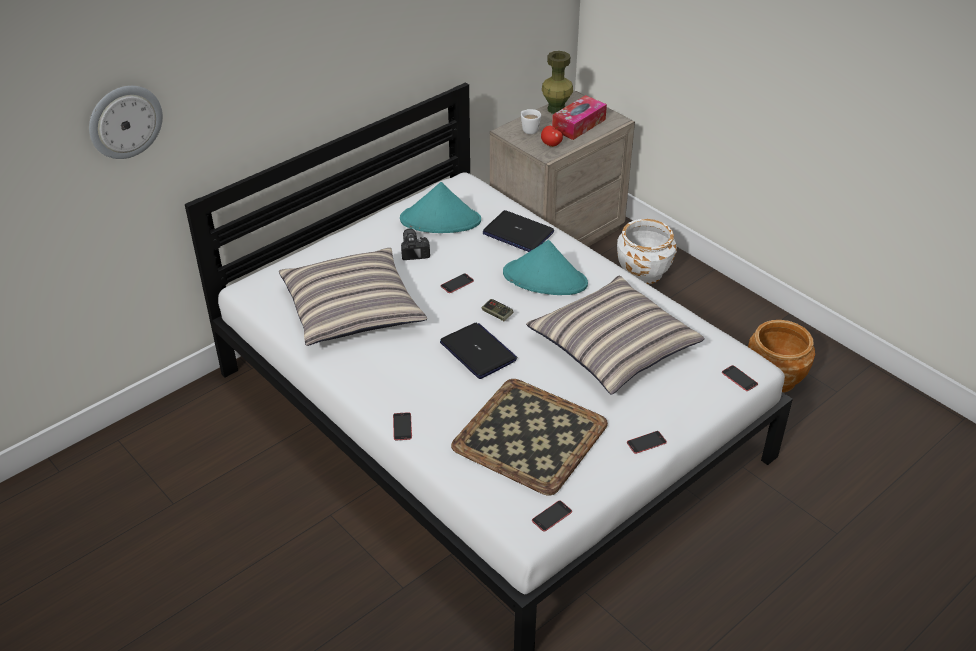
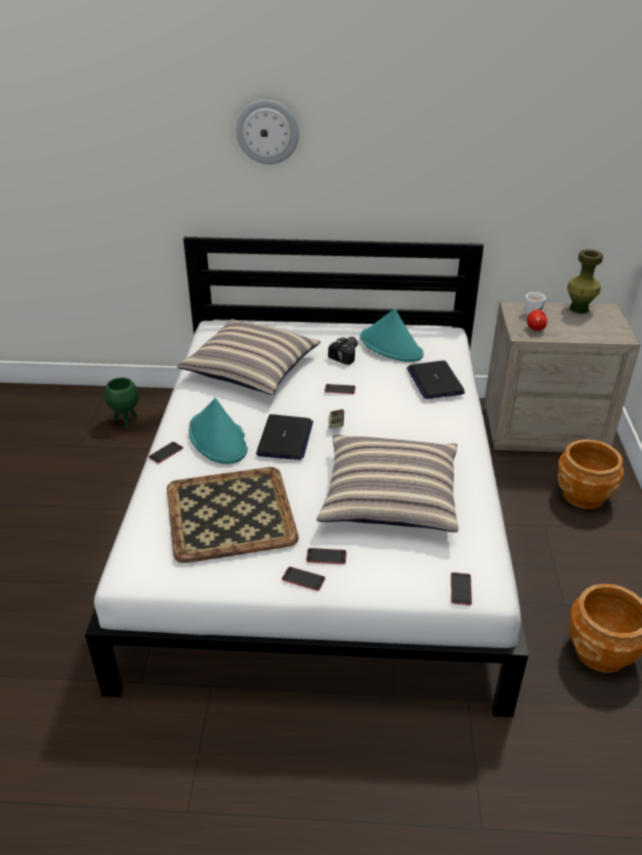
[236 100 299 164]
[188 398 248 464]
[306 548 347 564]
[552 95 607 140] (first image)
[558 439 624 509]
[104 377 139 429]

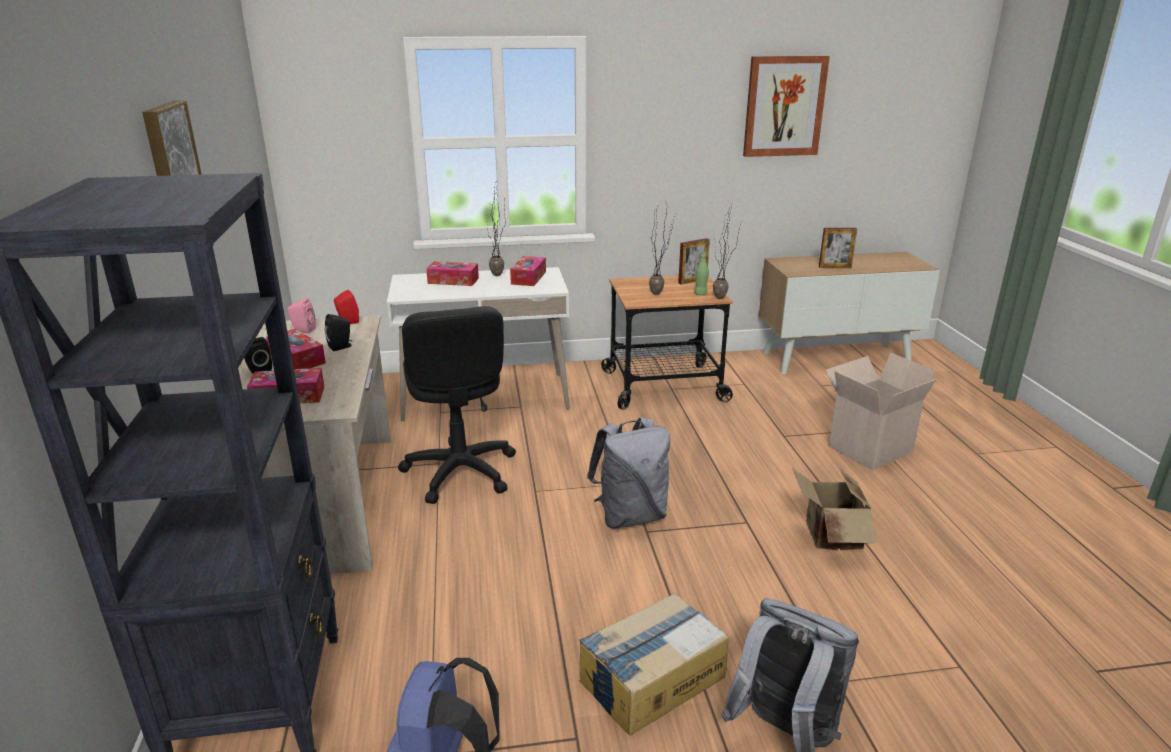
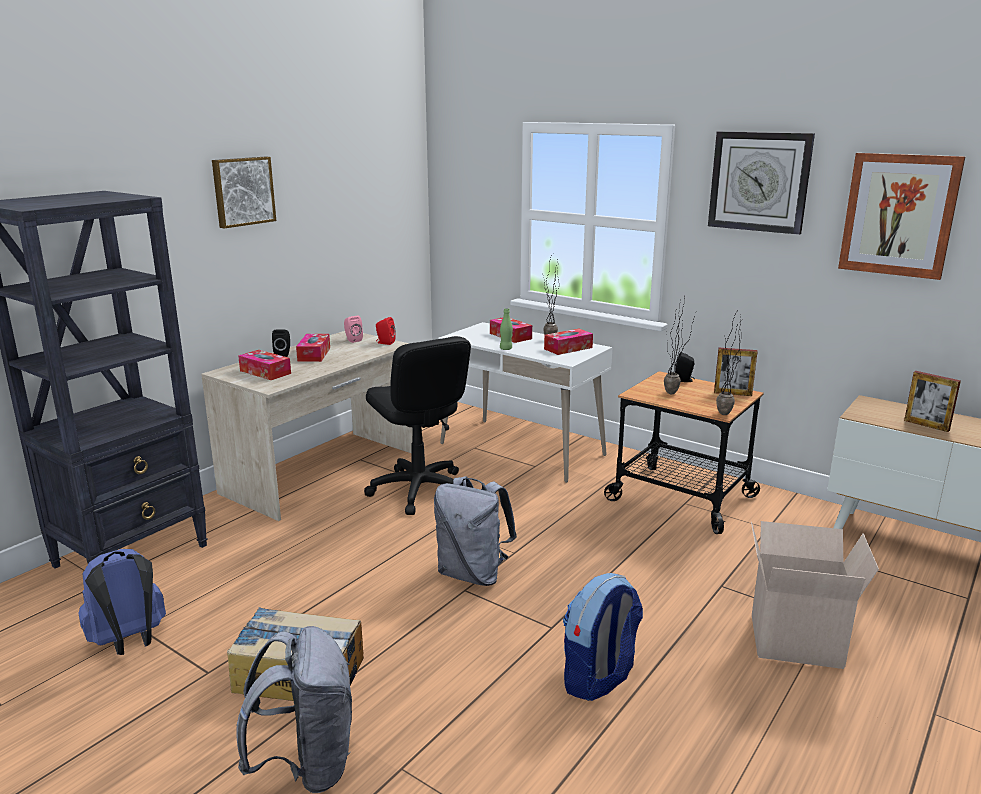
[675 352 695 382]
[364 336 471 515]
[500 308 513 350]
[563 573 643 701]
[708 131 815 235]

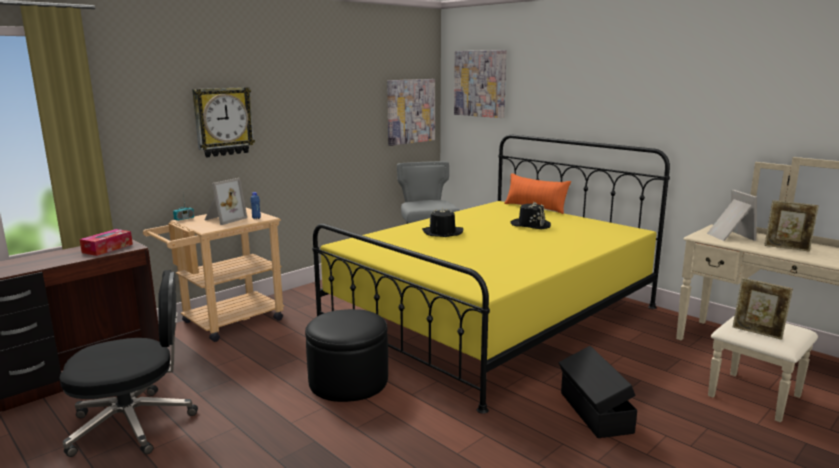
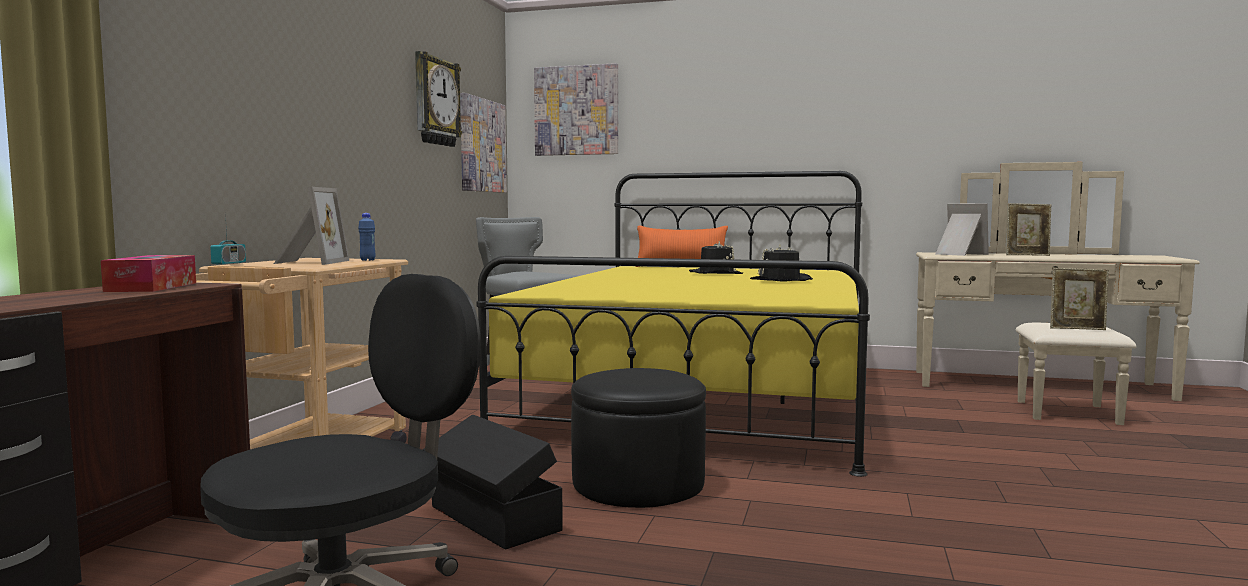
[415 51 462 147]
[750 245 813 282]
[423 414 563 549]

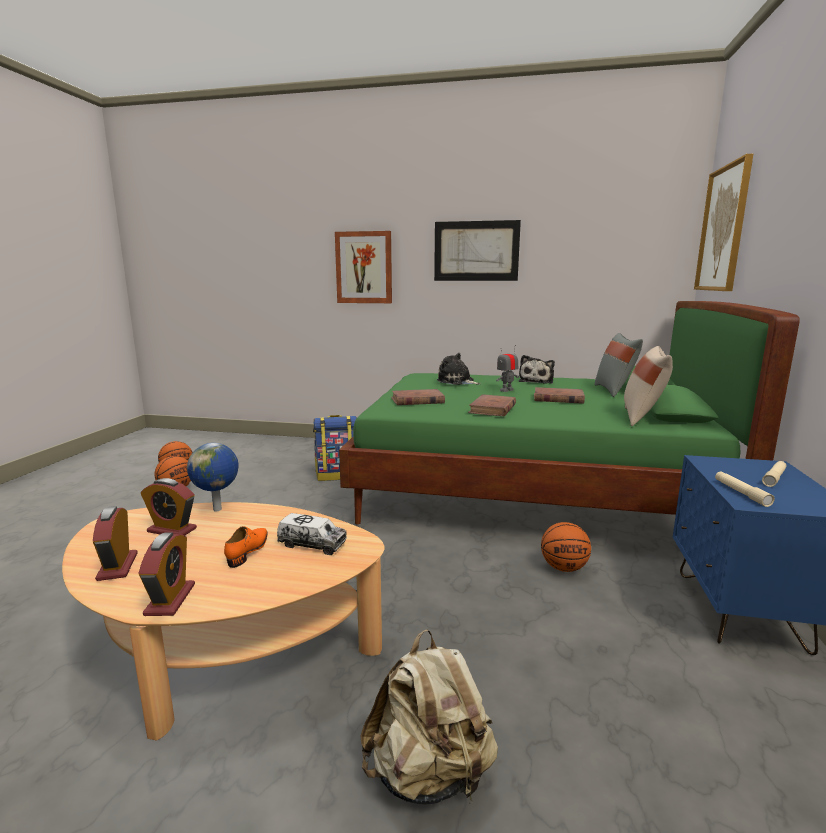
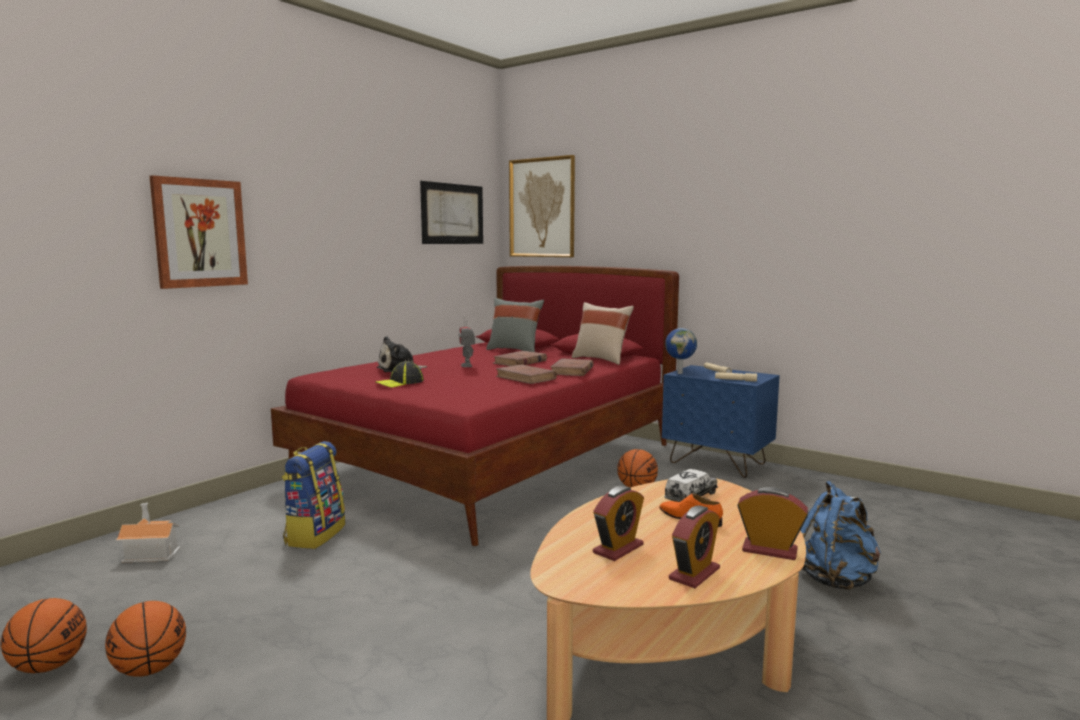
[669 505 720 588]
[665 328 697 374]
[271 266 679 546]
[800 481 881 590]
[550 359 594 376]
[420 181 483 244]
[519 355 555 384] (first image)
[116 503 180 562]
[375 361 424 388]

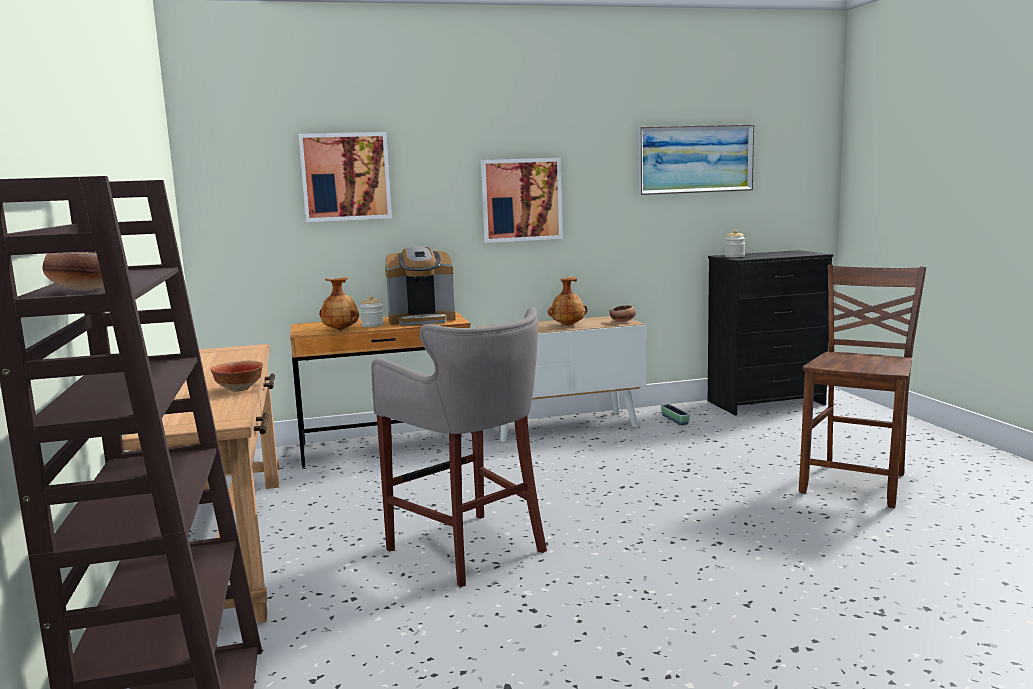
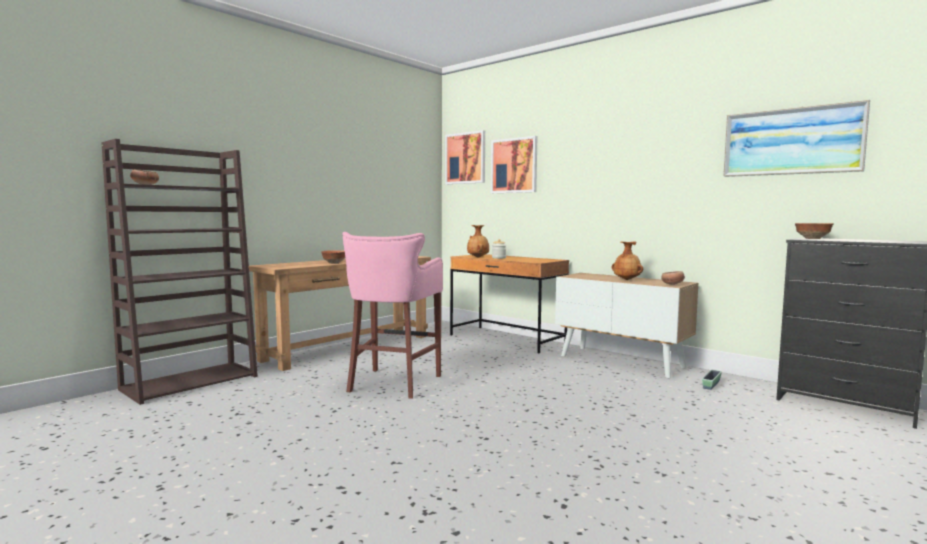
[342 232 443 399]
[385 246 456 326] (first image)
[445 130 485 184]
[795 223 834 239]
[799 265 926 508] (first image)

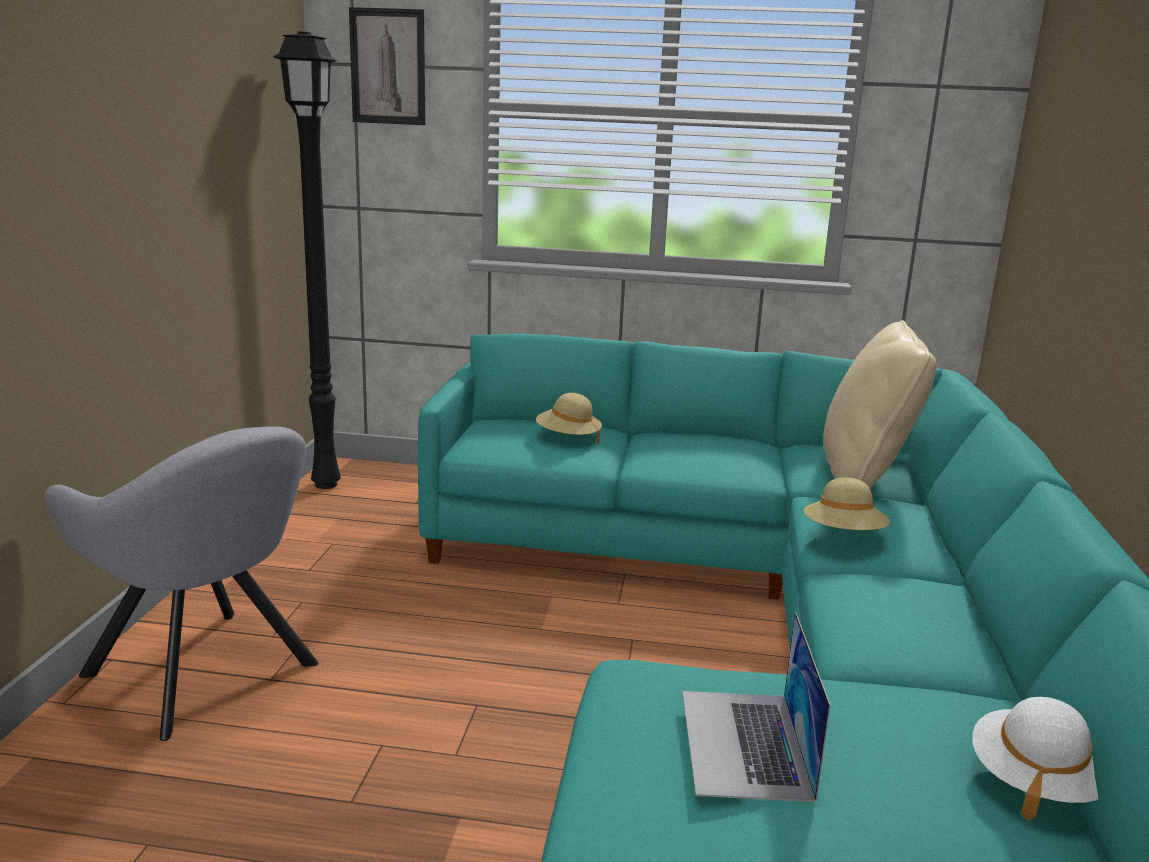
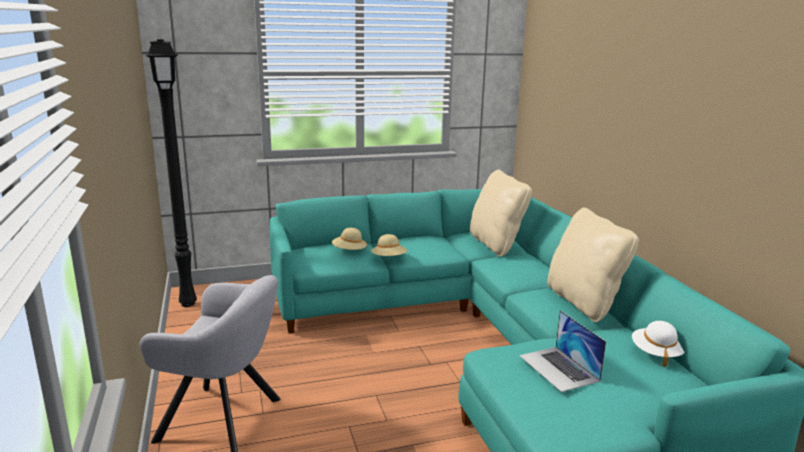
[349 7 425 125] (first image)
[371 234 407 256]
[547 208 639 322]

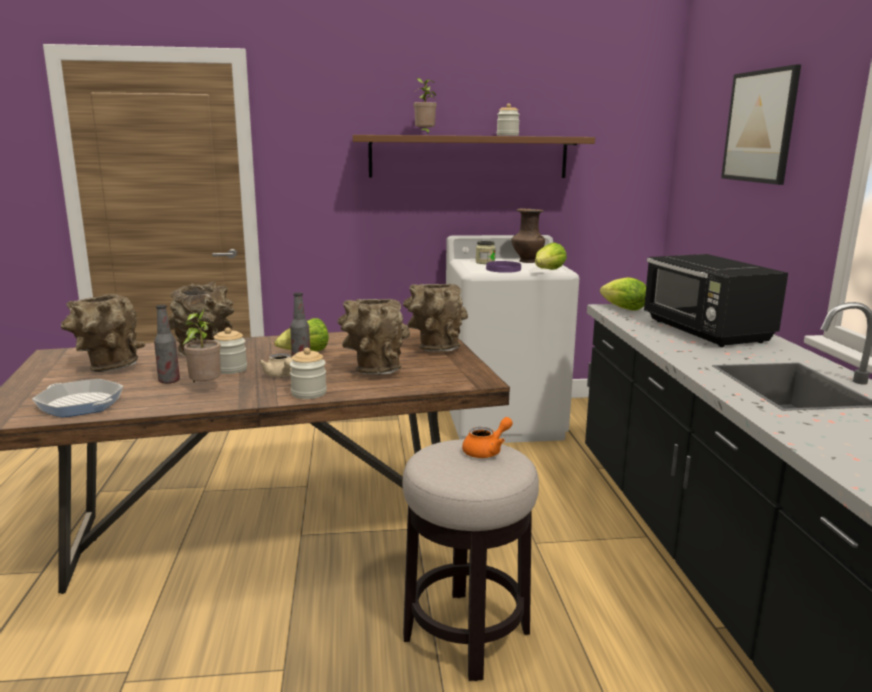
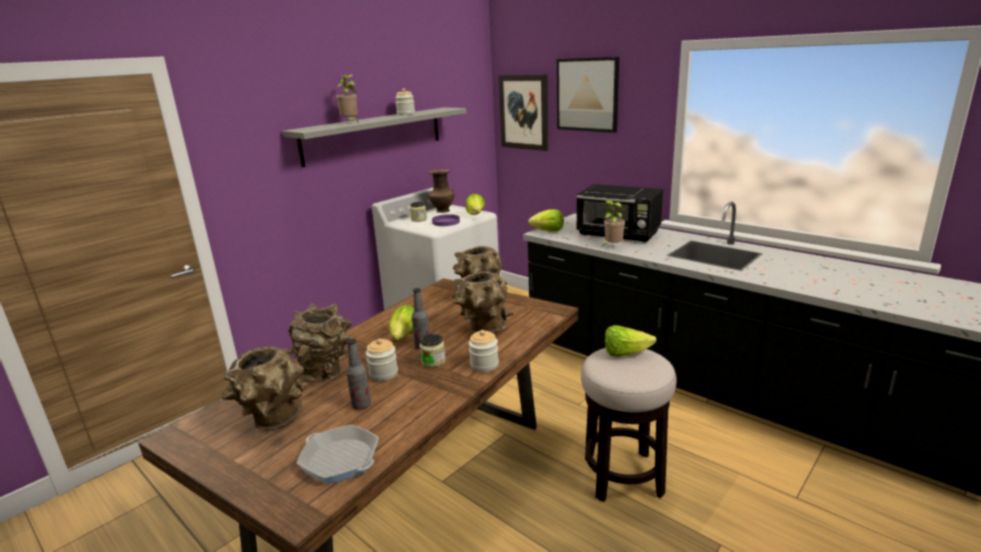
[296 425 379 484]
[600 200 625 247]
[420 334 446 367]
[282 107 466 167]
[605 325 657 357]
[498 74 548 151]

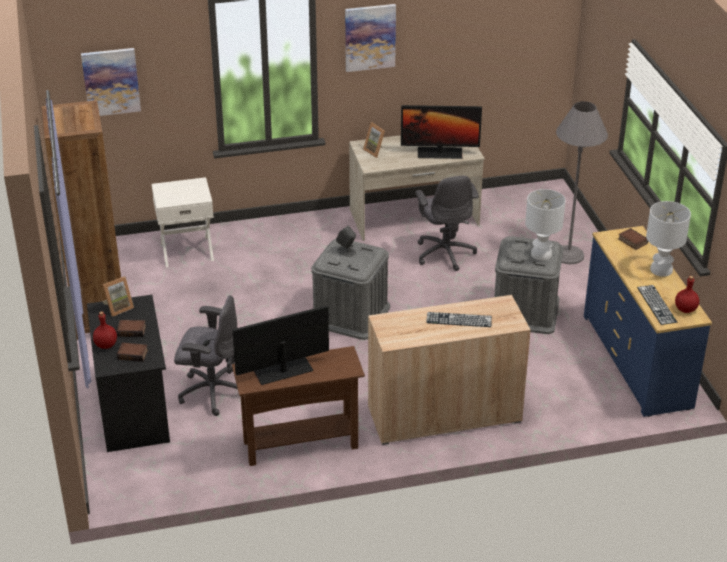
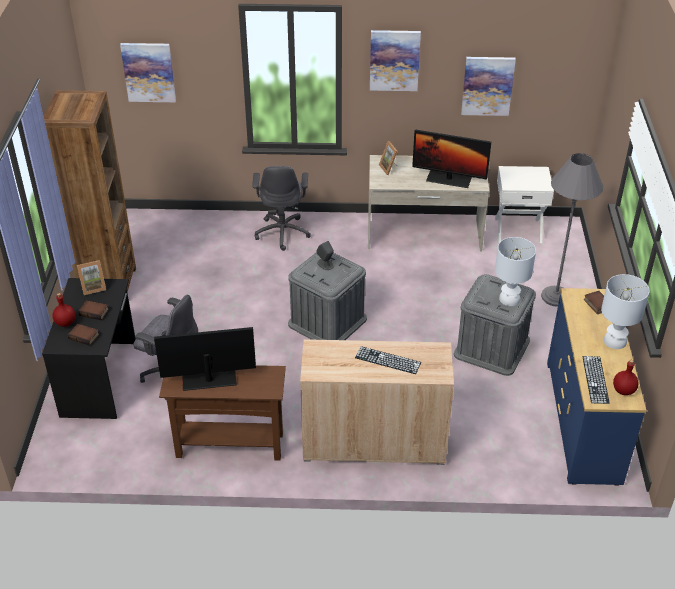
[495 166 554 243]
[252 166 311 251]
[461 57 516 116]

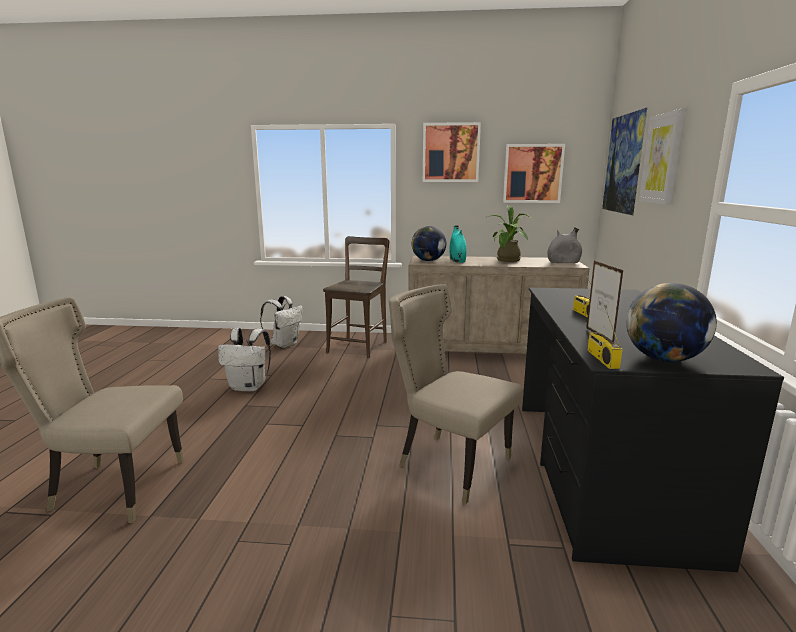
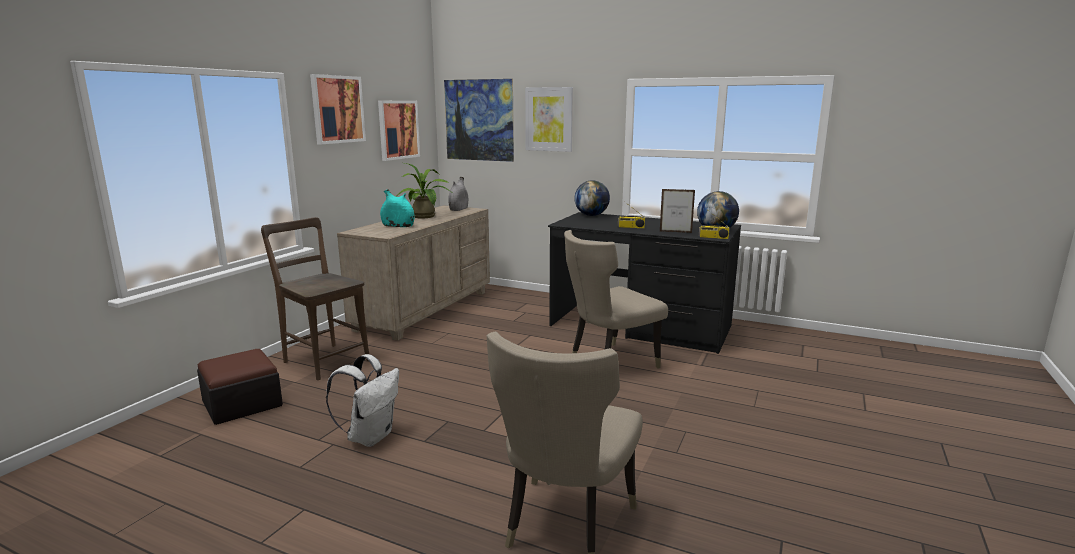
[197 349 283 425]
[574 180 610 216]

